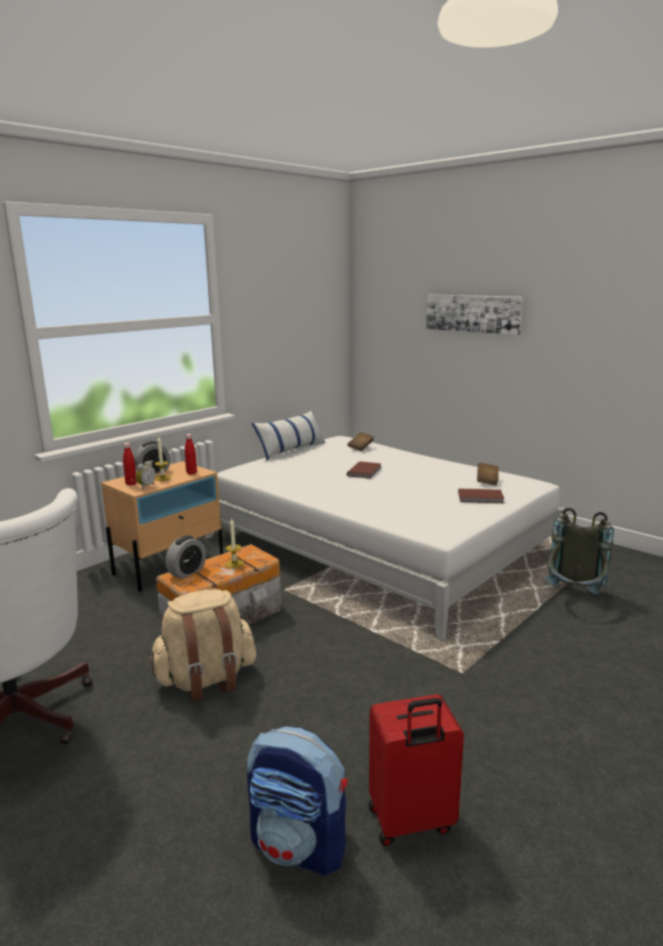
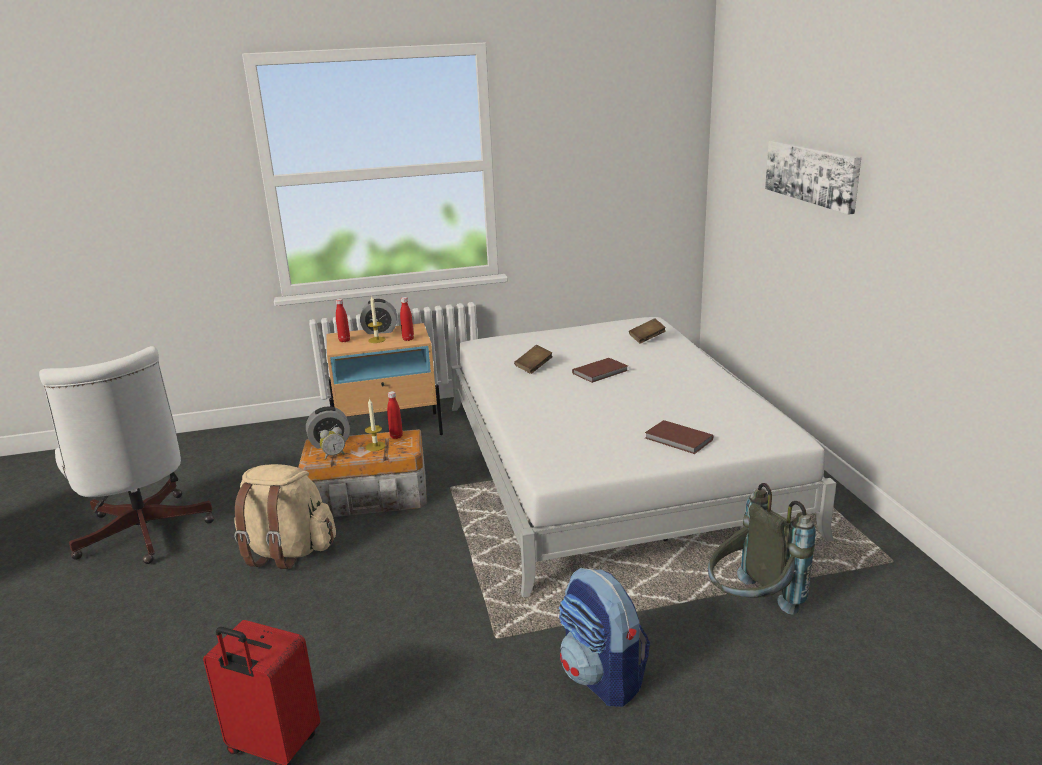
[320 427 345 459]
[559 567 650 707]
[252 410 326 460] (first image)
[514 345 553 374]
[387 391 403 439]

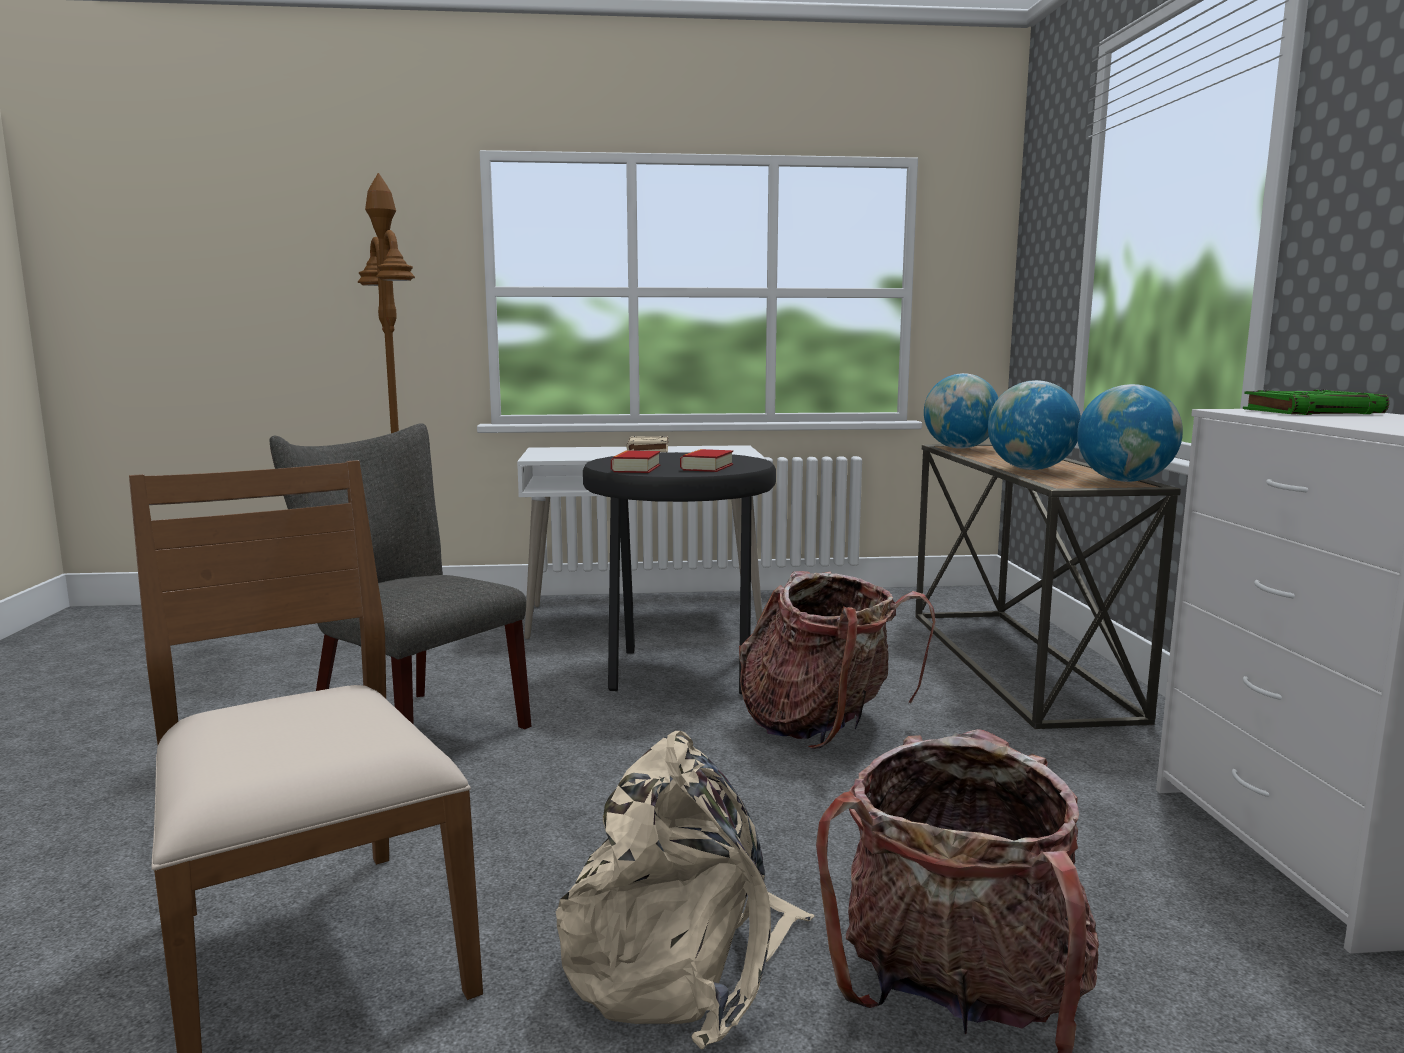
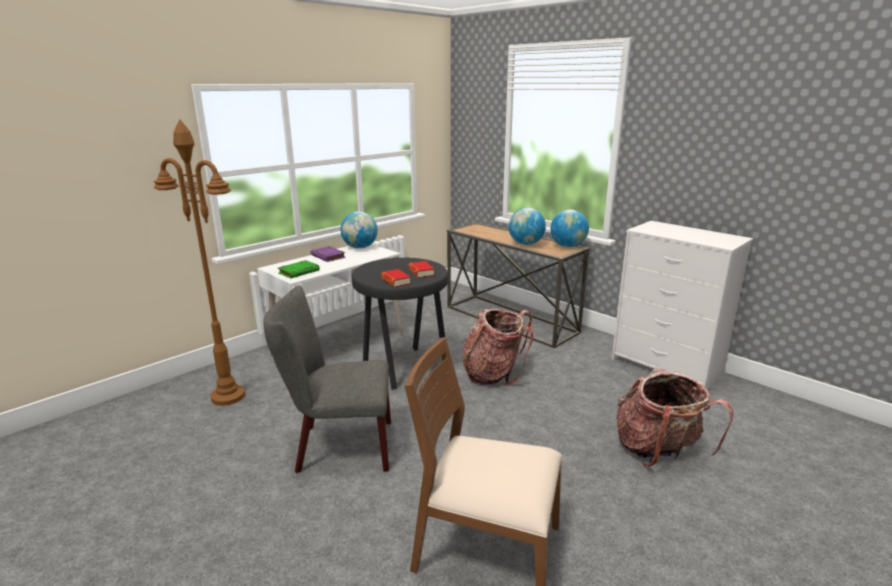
[556 731 815 1049] (first image)
[311 246 345 262]
[341 211 378 249]
[278 260 320 278]

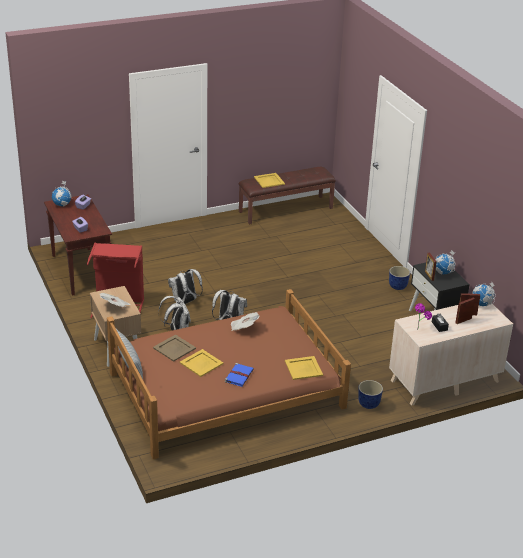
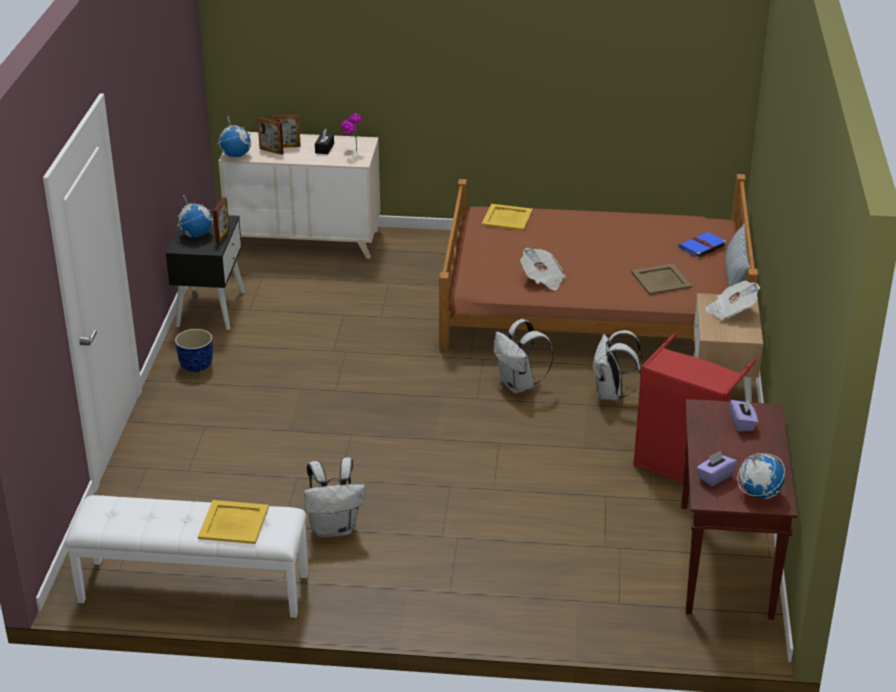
[304 457 365 538]
[180 349 223 377] (first image)
[679 232 727 259]
[65 495 308 618]
[358 380 383 409] (first image)

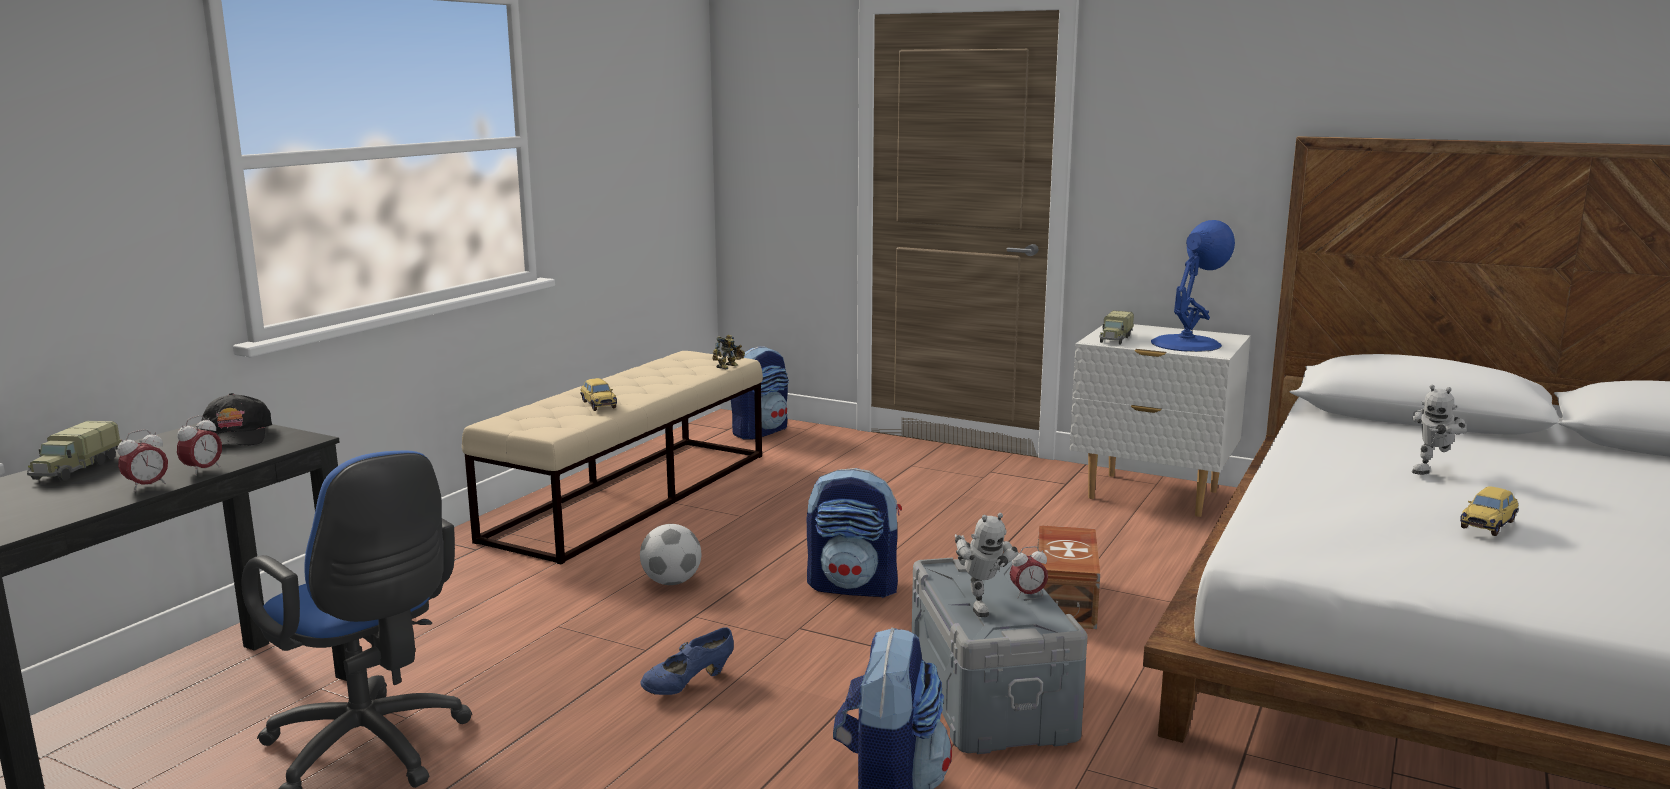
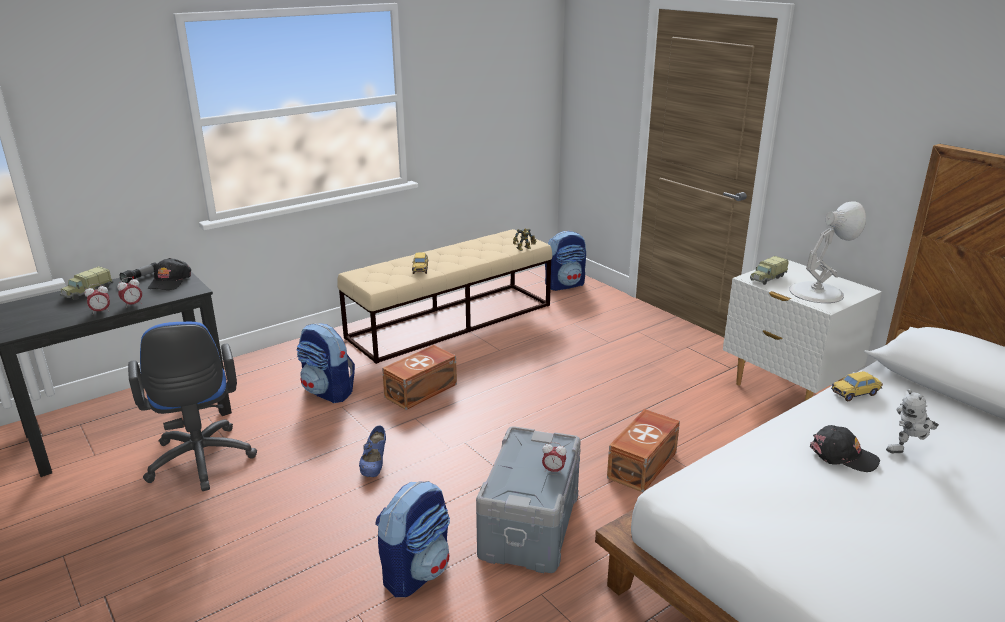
[382 345 457 410]
[359 426 386 477]
[297 323 355 403]
[955 513 1018 617] (first image)
[790 202 866 303]
[831 371 883 401]
[120 262 157 283]
[810 425 880 472]

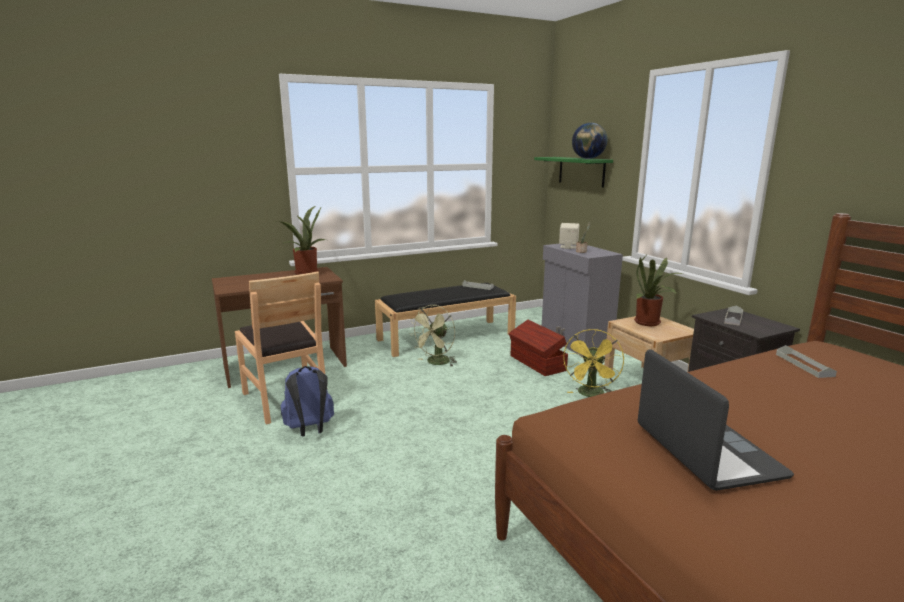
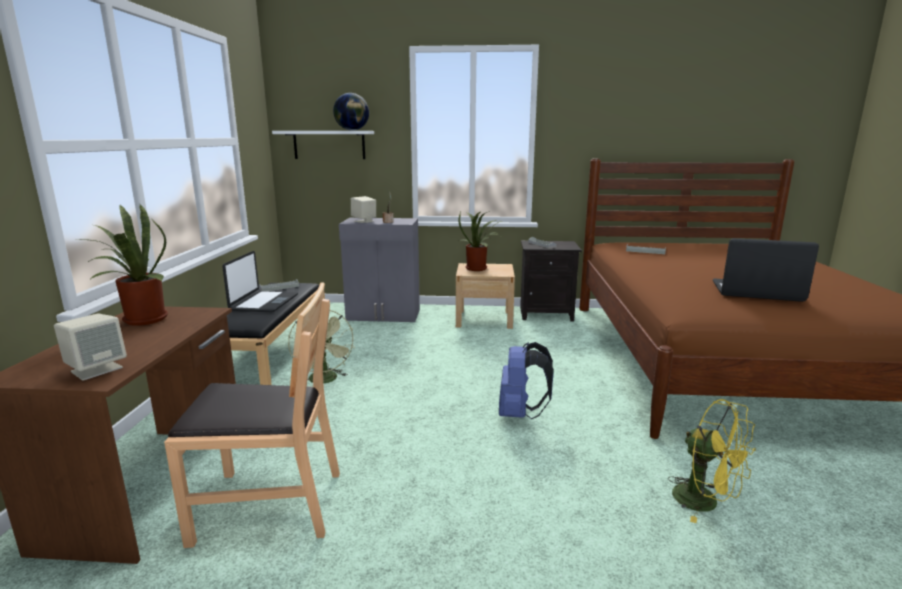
[499 342 554 419]
[508 320 568 376] (first image)
[272 131 374 159]
[668 399 756 523]
[54 314 127 380]
[222 251 298 312]

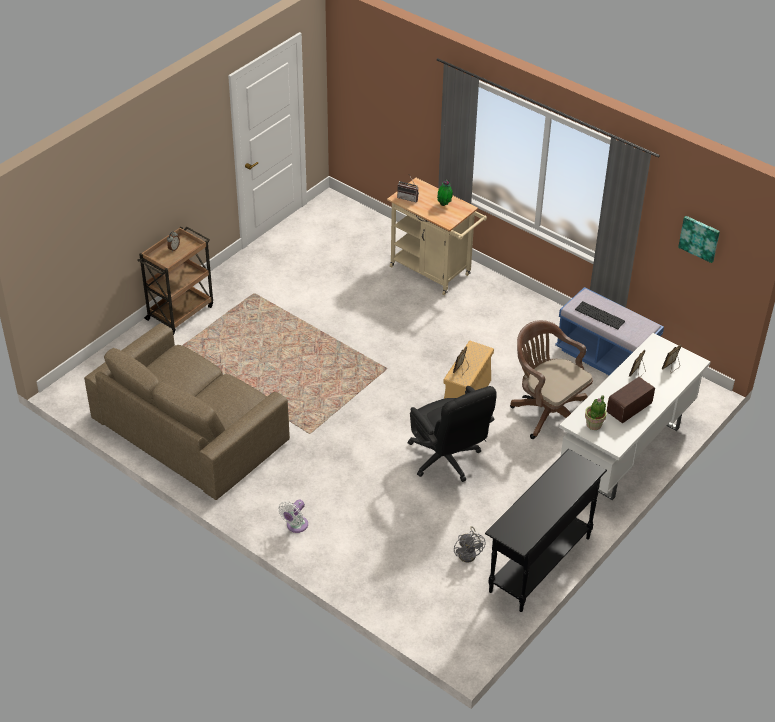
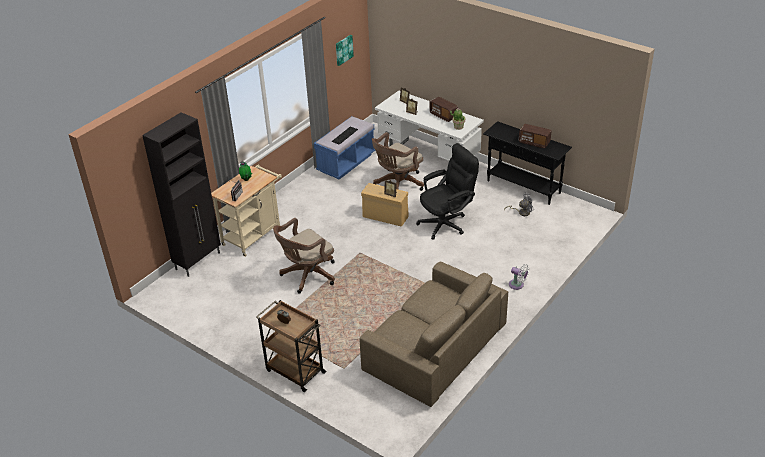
[142 112 221 277]
[273 218 335 293]
[519 124 551 148]

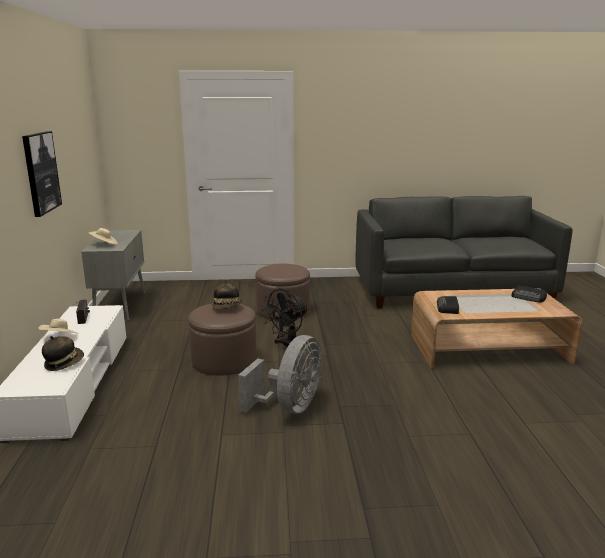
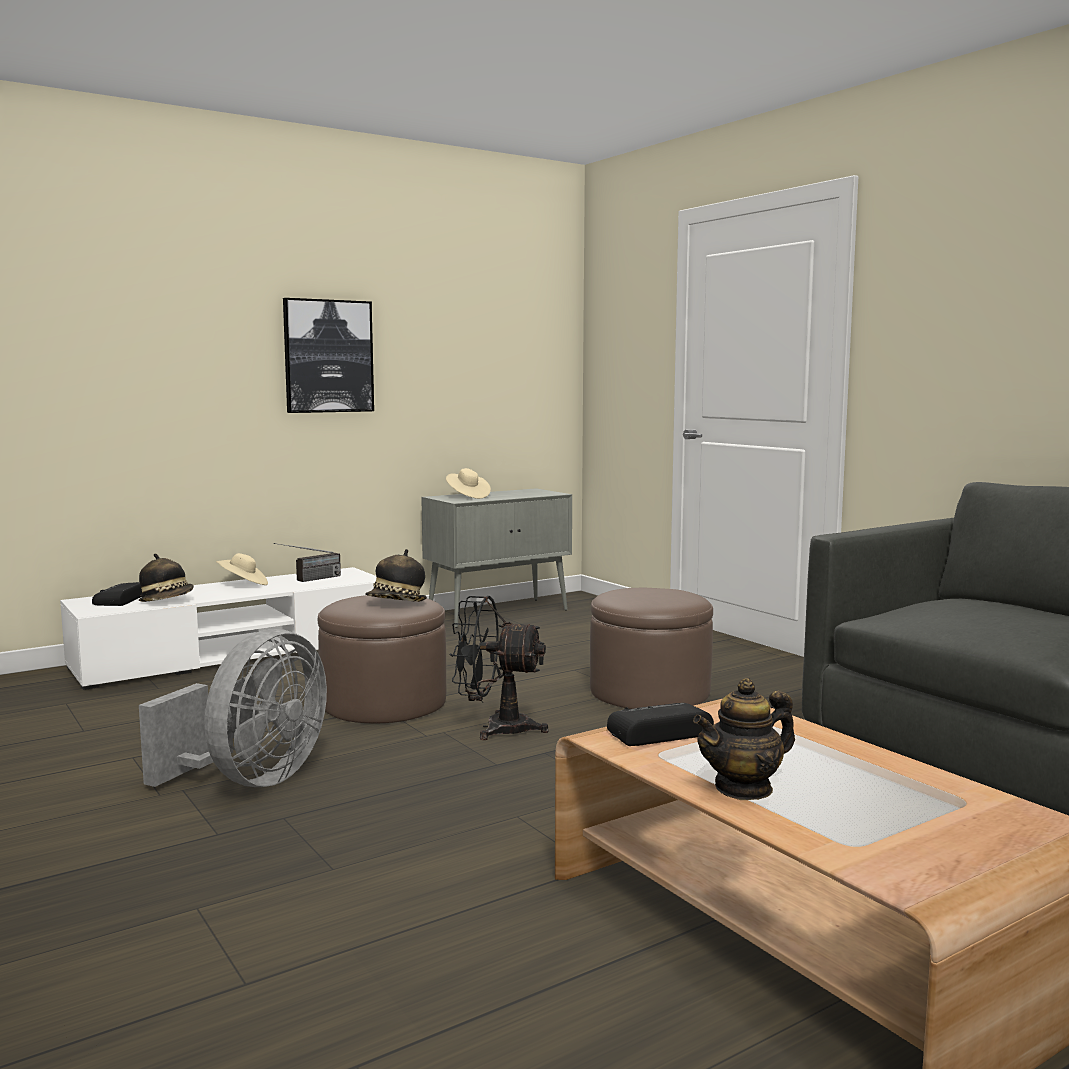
[139 629 327 787]
[92 582 142 606]
[693 678 795 800]

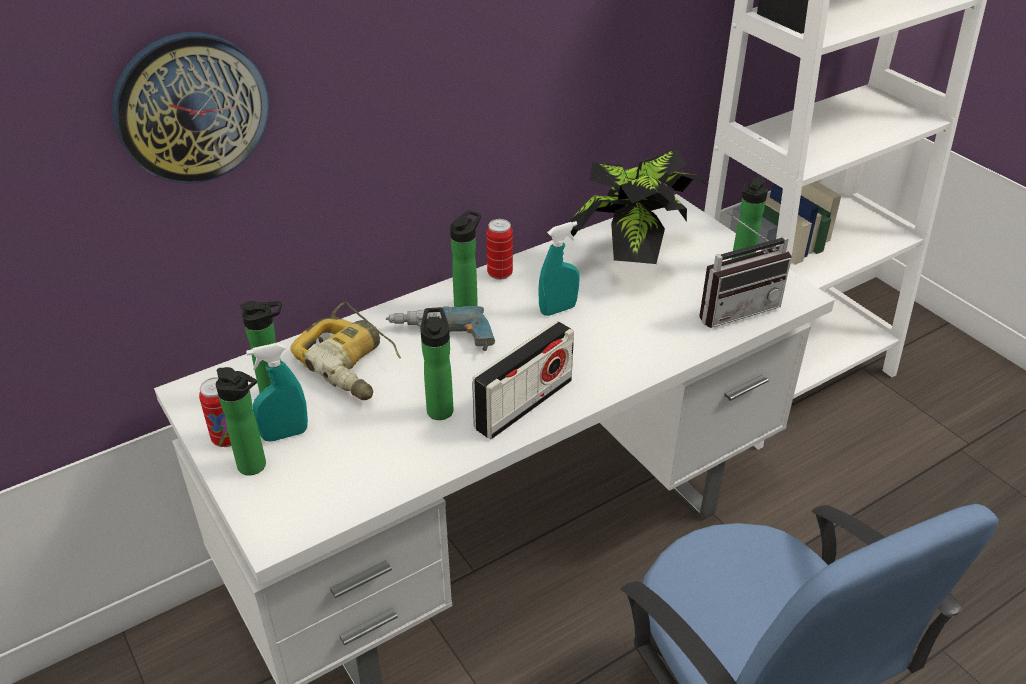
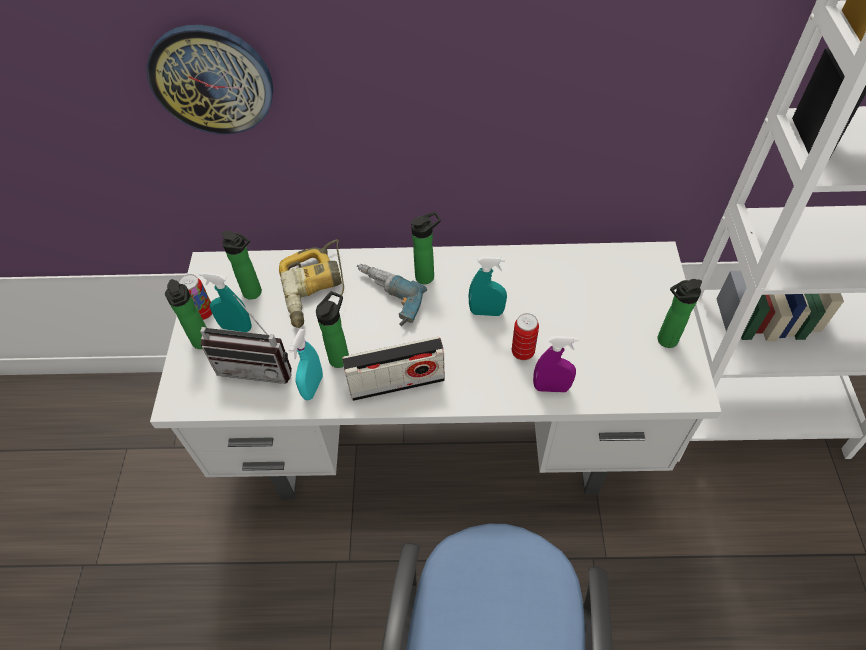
[512 313 539 360]
[567 148 706 264] (first image)
[200 294 292 384]
[289 329 323 400]
[533 336 579 392]

